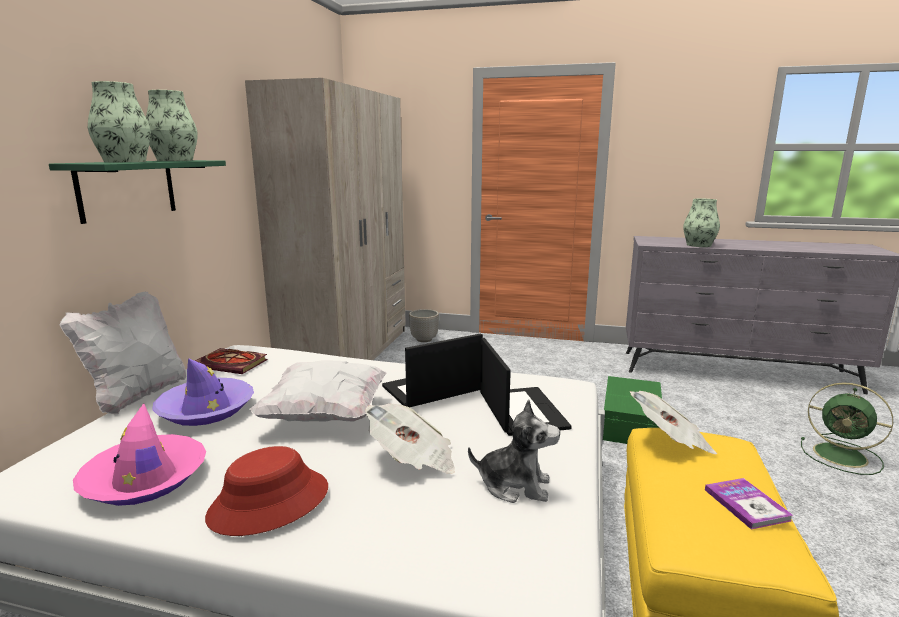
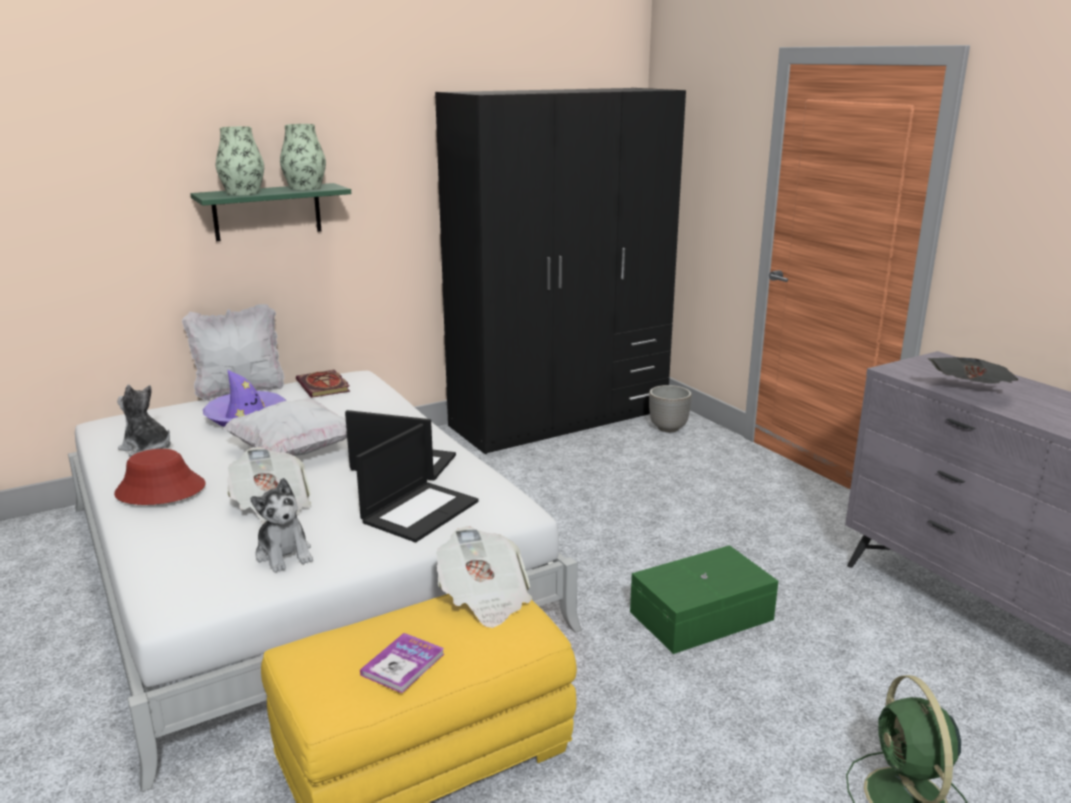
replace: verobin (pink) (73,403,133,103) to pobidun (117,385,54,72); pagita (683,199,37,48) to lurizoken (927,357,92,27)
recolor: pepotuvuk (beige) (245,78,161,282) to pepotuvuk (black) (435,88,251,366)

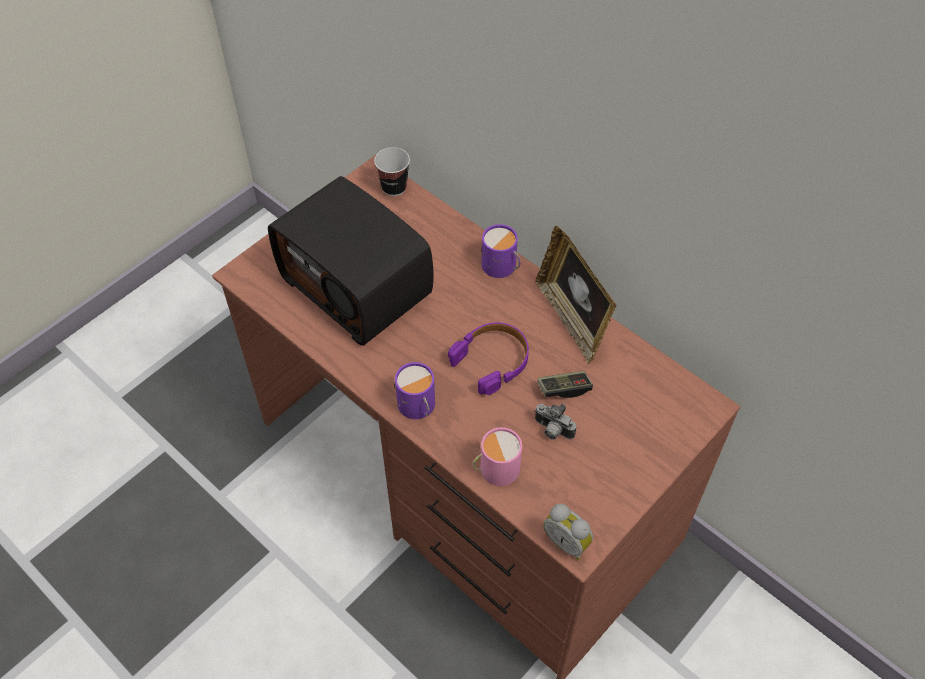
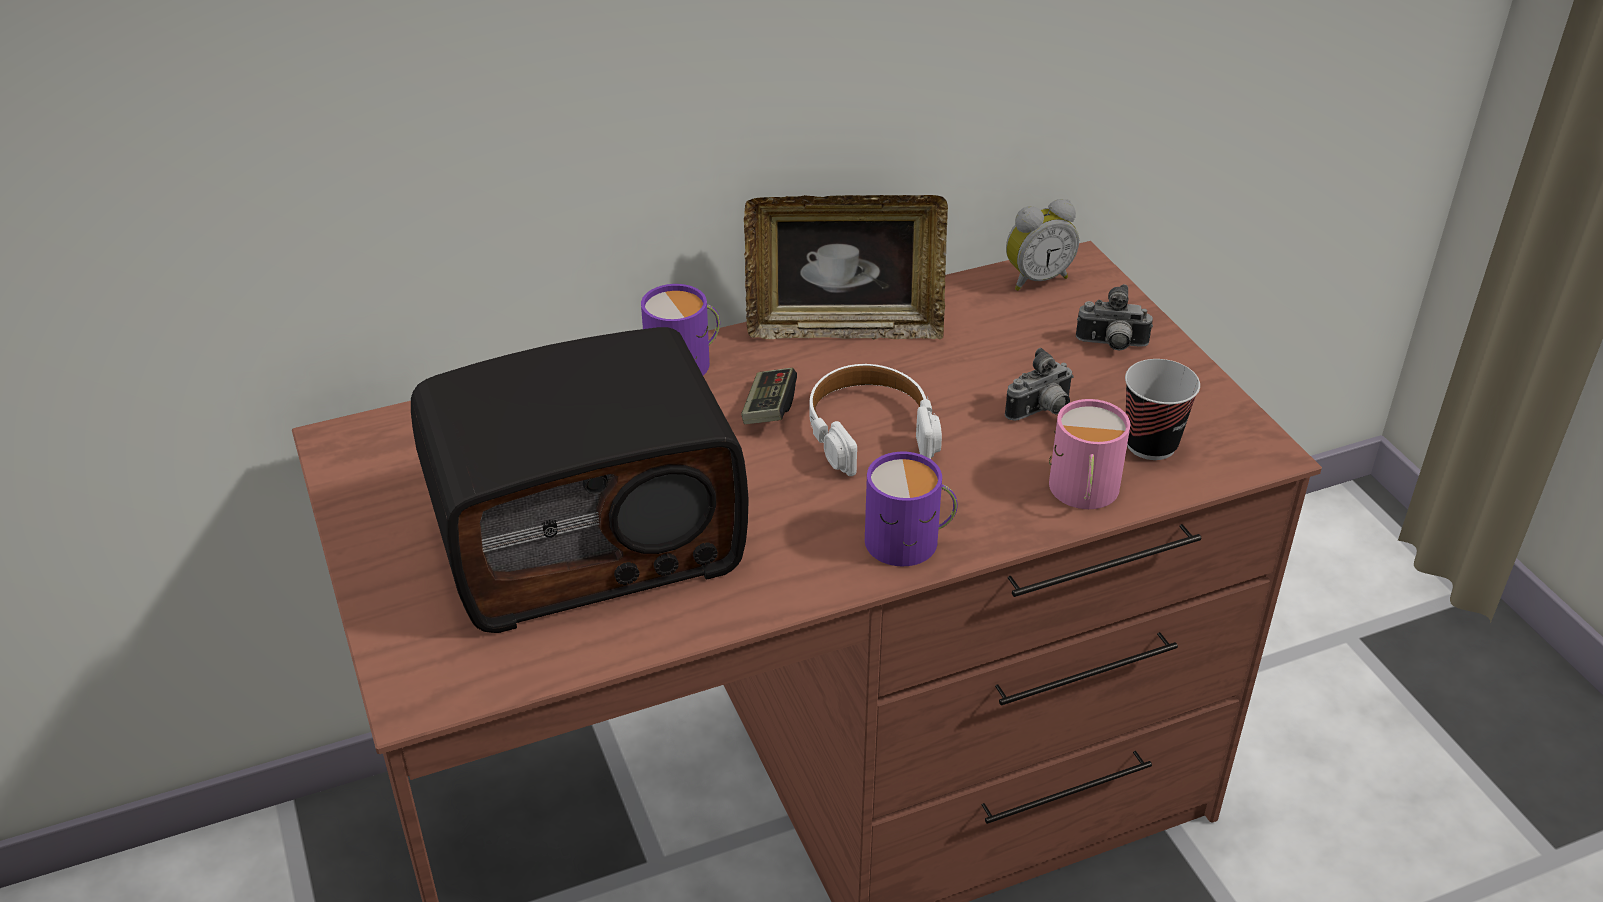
insert: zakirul (1076,284,77,66)
move: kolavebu (374,147,36,49) to (1125,359,75,101); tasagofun (537,371,56,27) to (741,368,56,56); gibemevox (543,504,50,56) to (1006,199,73,92)
recolor: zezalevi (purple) (448,322,81,73) to zezalevi (white) (810,364,132,112)

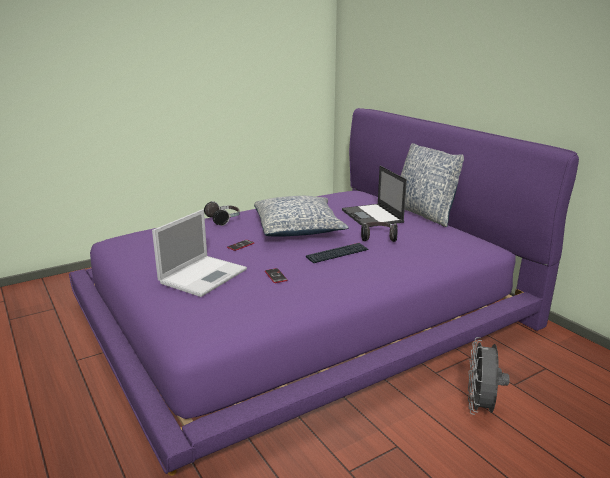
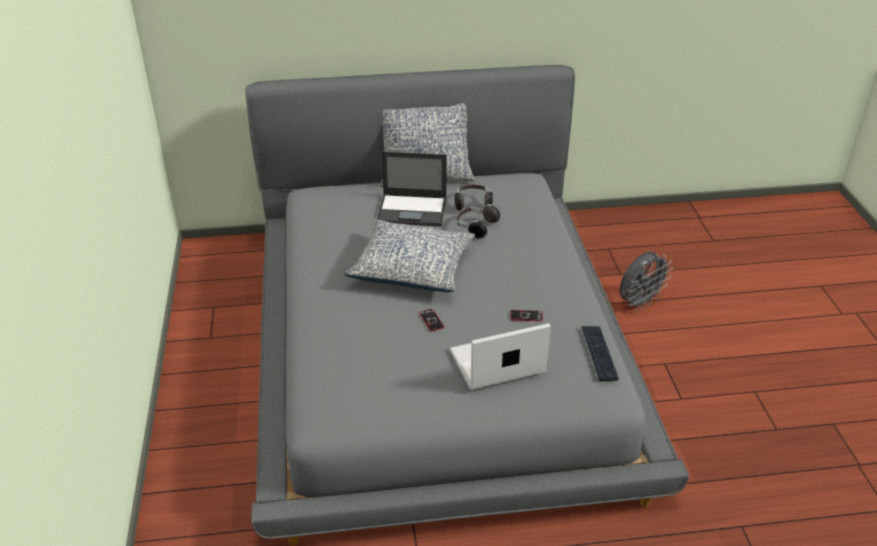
move: zezalevi (204,201,36,25) to (455,184,38,27); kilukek (306,243,62,20) to (581,326,38,55)
recolor: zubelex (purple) (69,108,510,368) to zubelex (grey) (245,65,444,481)
rotate: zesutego (152,209,95,88) = (450,323,101,67) 75 degrees counterclockwise; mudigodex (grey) (468,337,41,78) = (620,251,53,60) 75 degrees counterclockwise

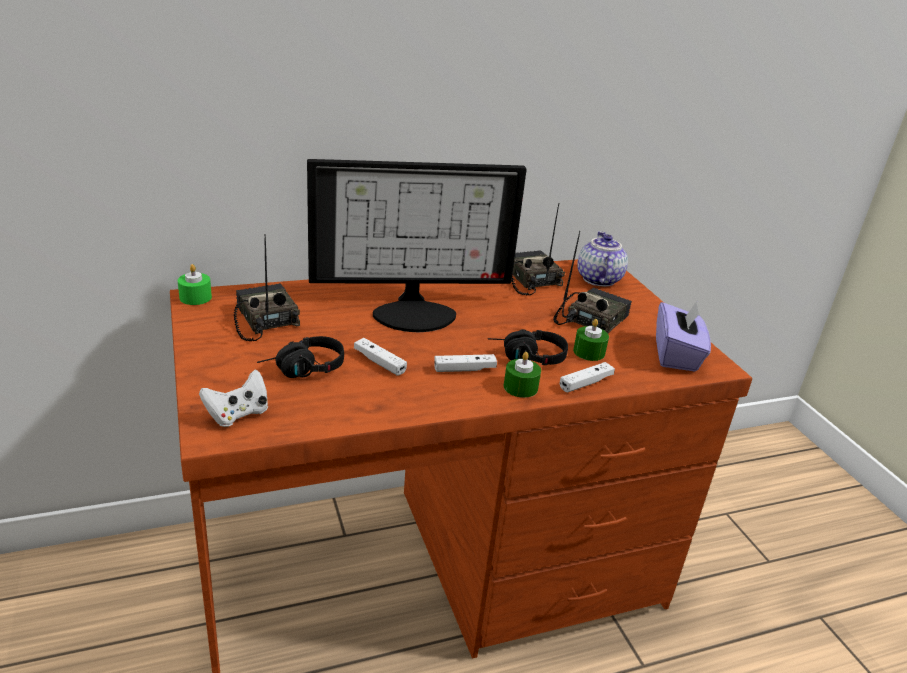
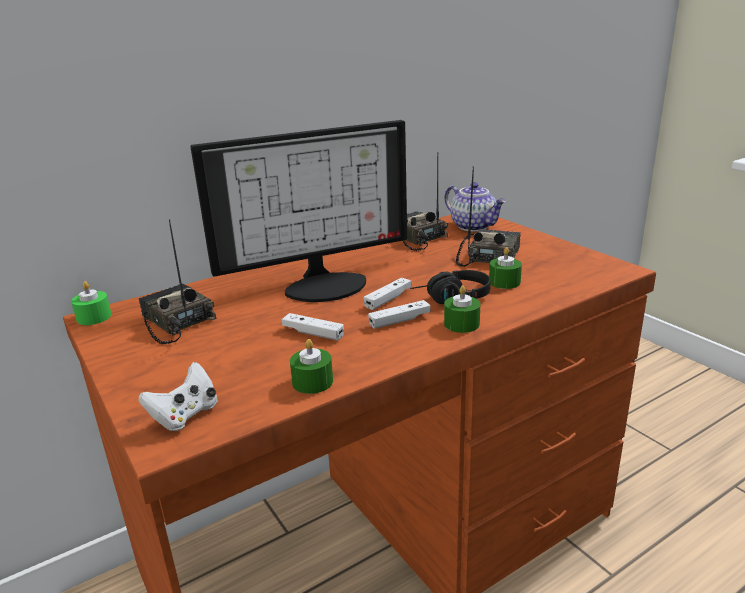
delete: zezalevi (black) (257,336,87,42); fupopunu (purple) (656,301,55,71)
insert: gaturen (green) (290,339,43,55)
move: tasagofun (white) (560,362,55,30) to (364,277,48,33)
rotate: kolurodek (577,231,51,56) = (445,182,61,50) 150 degrees clockwise

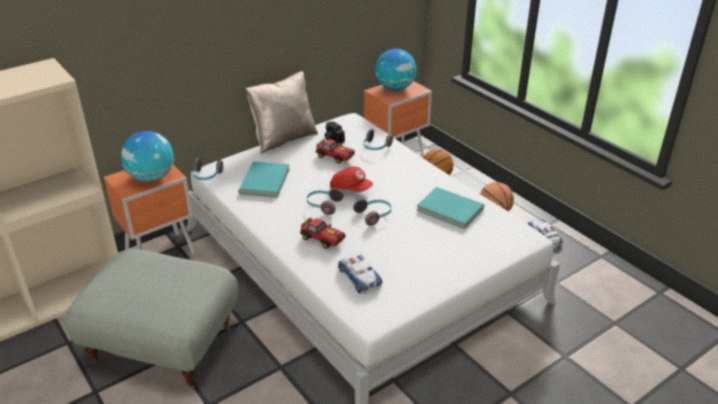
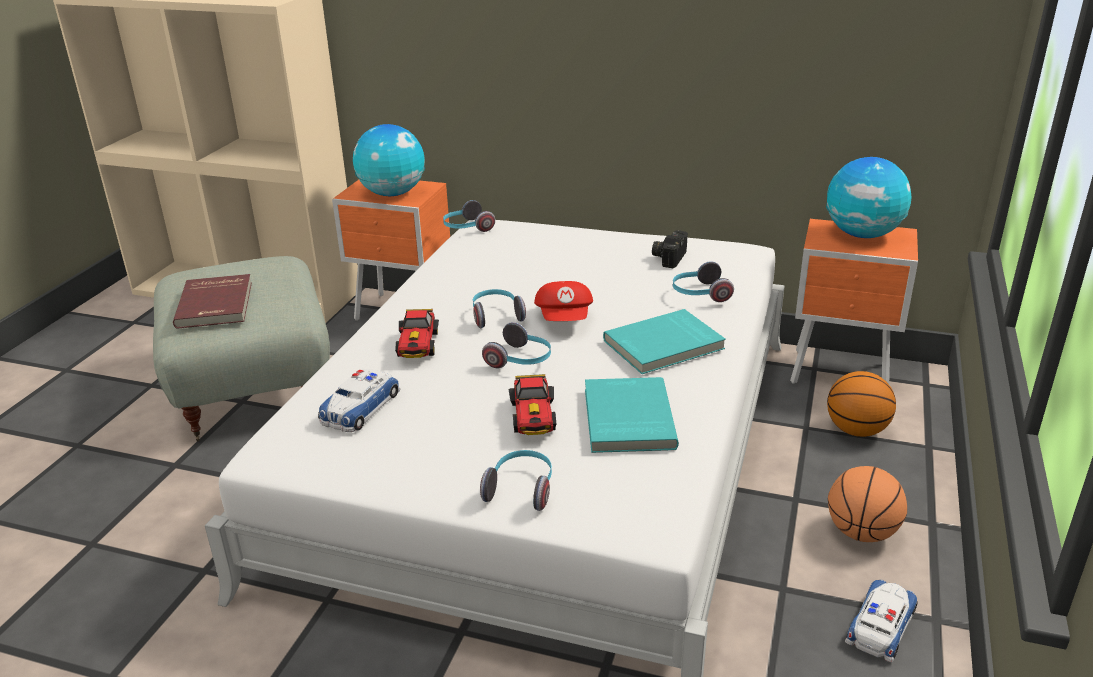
delete: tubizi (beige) (246,71,72,83)
insert: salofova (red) (173,274,79,55); zezalevi (480,450,72,61)
move: salofova (turquoise) (239,161,51,37) to (603,309,123,65); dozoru (316,139,39,25) to (508,374,48,61)

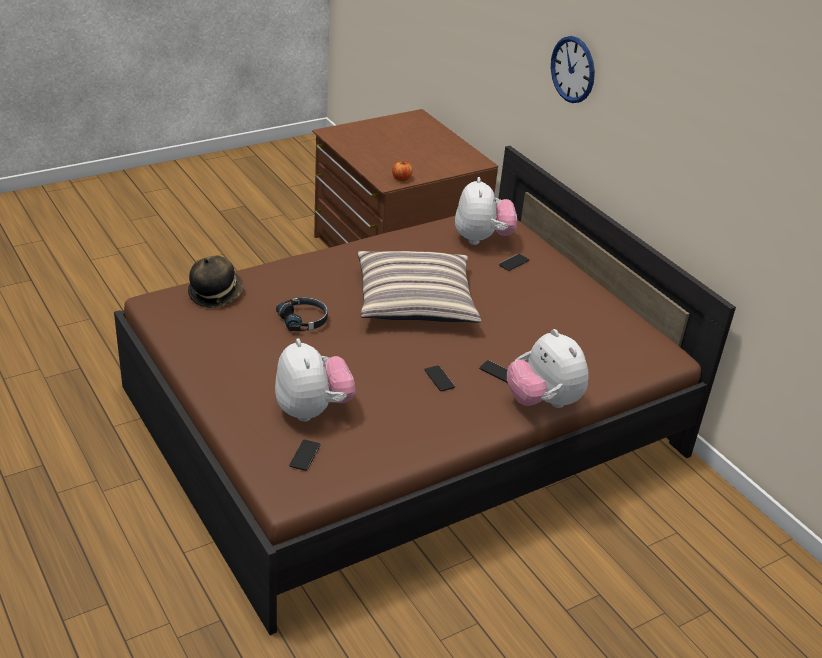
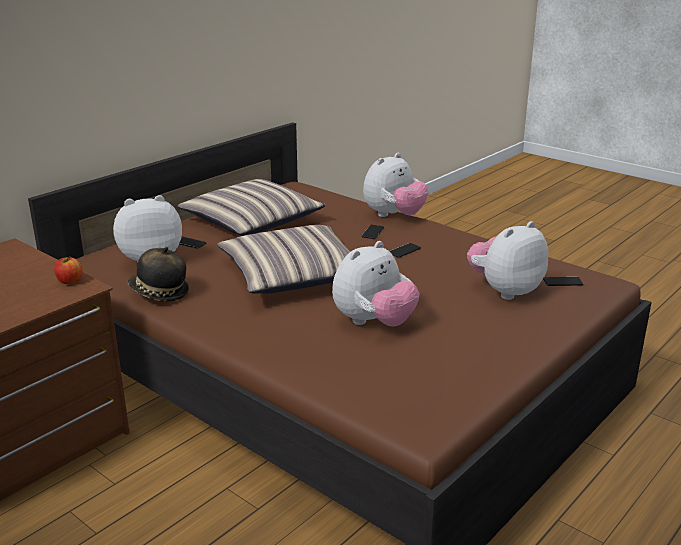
delete: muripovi (551,36,44,67)
insert: tubizi (177,179,149,57)
move: verobin (188,256,55,52) to (128,247,61,55)
replace: zezalevi (black) (276,297,52,34) to pobidun (332,241,88,86)

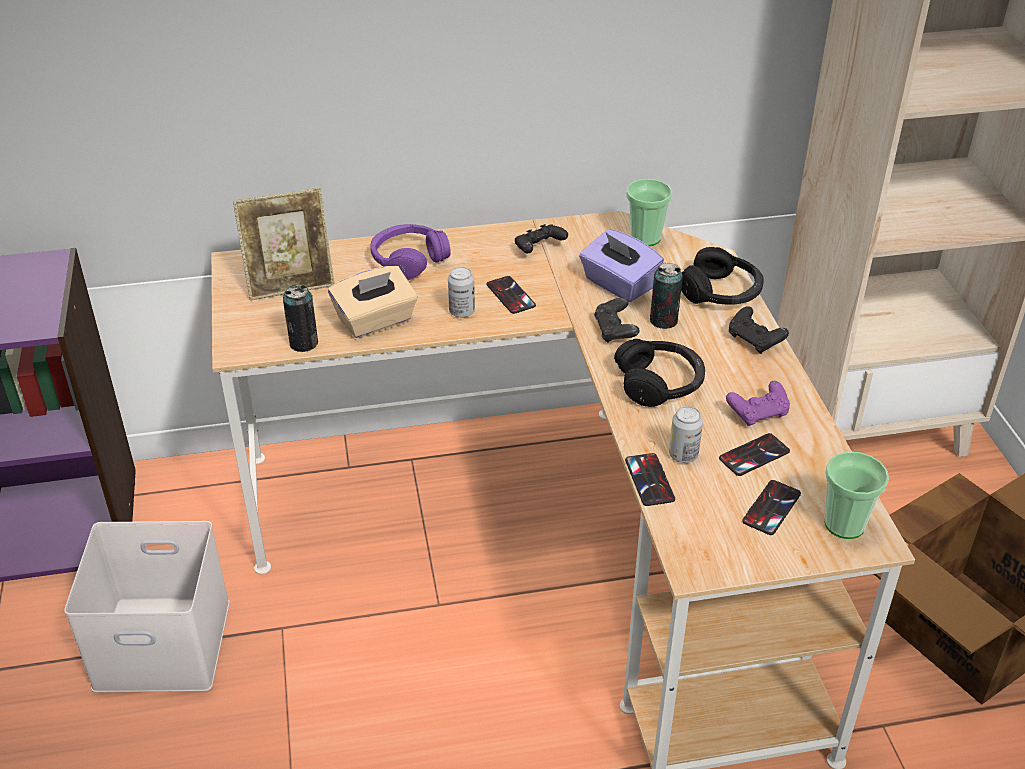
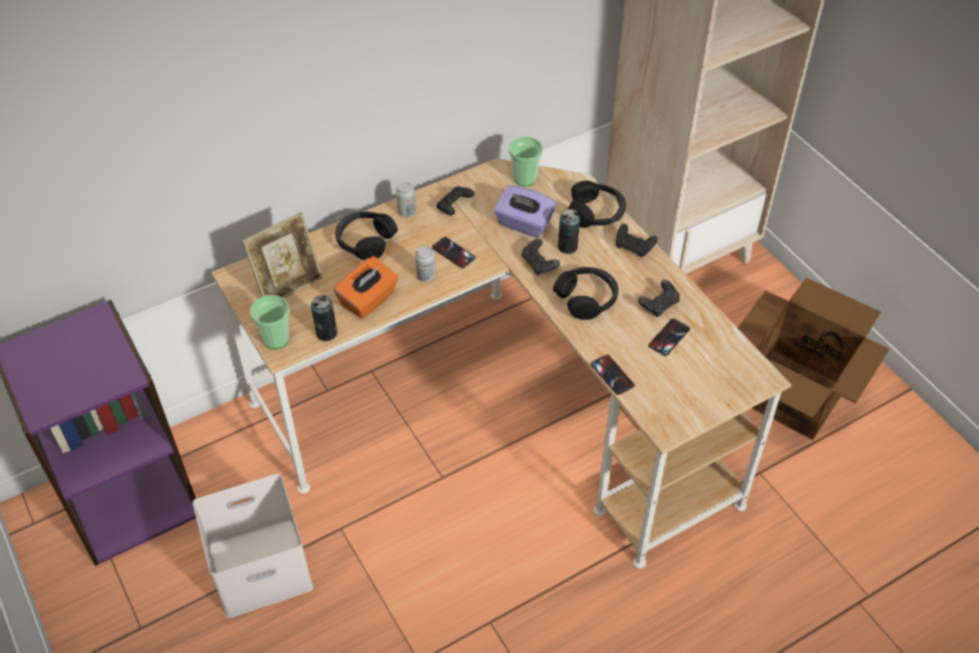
delete: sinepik (742,480,59,55)
move: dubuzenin (669,406,34,57) to (396,182,20,35); kolavebu (824,452,65,87) to (250,295,40,54)
recolor: fupopunu (beige) (328,266,90,72) to fupopunu (orange) (334,256,65,63); zezalevi (purple) (370,224,81,56) to zezalevi (black) (335,212,63,48); tasagofun (purple) (726,381,64,45) to tasagofun (black) (638,280,42,37)

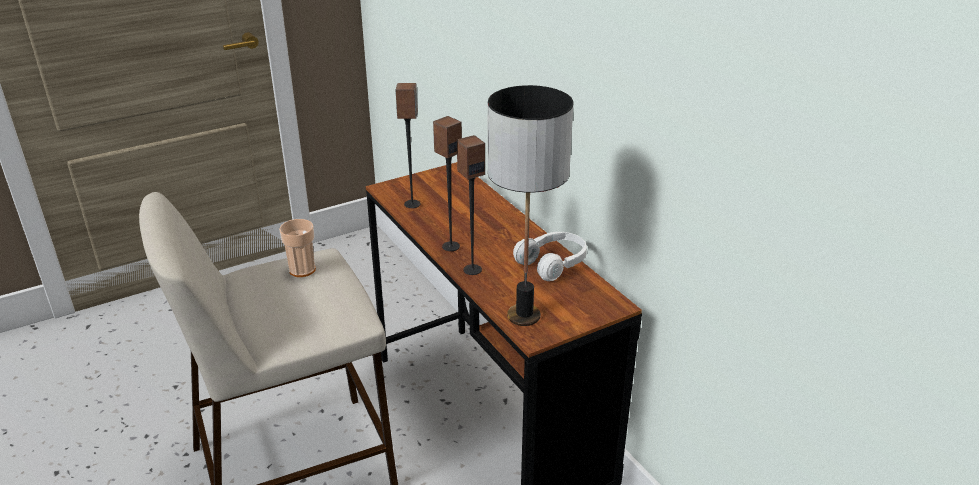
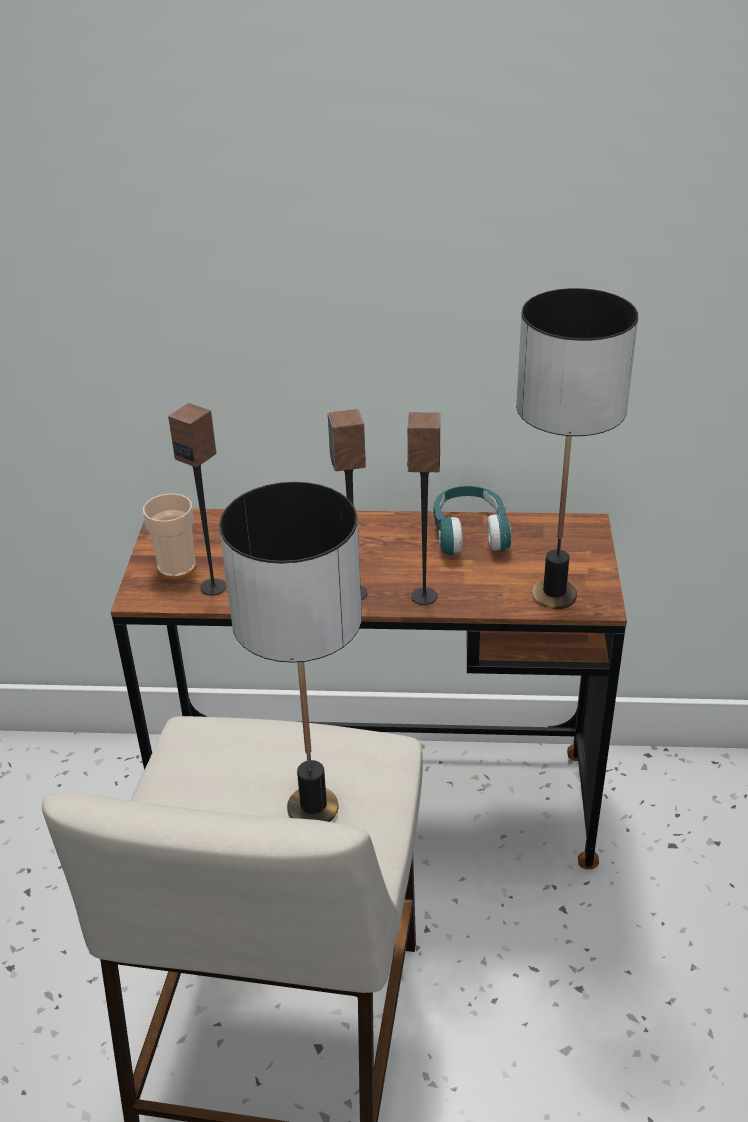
insert: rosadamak (219,482,143,340)
move: kolavebu (279,219,37,58) to (143,493,53,86)
recolor: zezalevi (white) (513,232,74,49) to zezalevi (turquoise) (434,486,77,69)

